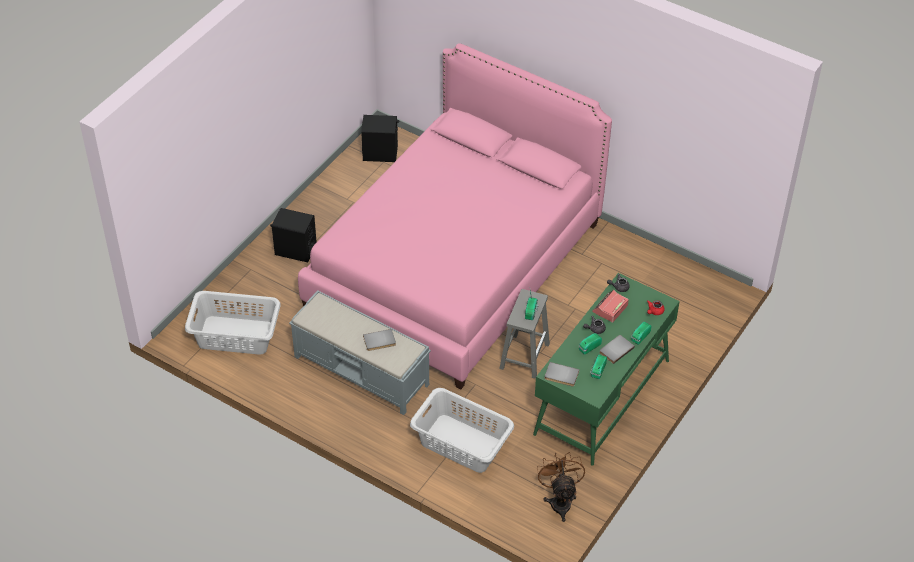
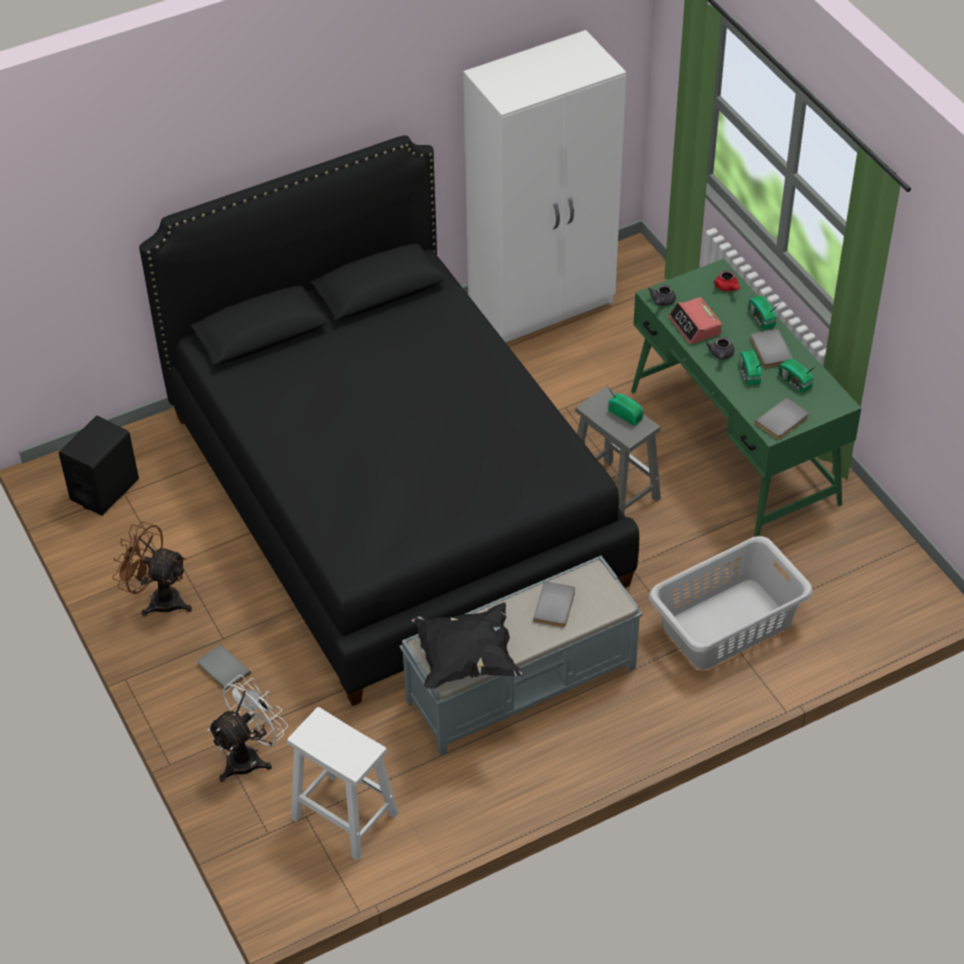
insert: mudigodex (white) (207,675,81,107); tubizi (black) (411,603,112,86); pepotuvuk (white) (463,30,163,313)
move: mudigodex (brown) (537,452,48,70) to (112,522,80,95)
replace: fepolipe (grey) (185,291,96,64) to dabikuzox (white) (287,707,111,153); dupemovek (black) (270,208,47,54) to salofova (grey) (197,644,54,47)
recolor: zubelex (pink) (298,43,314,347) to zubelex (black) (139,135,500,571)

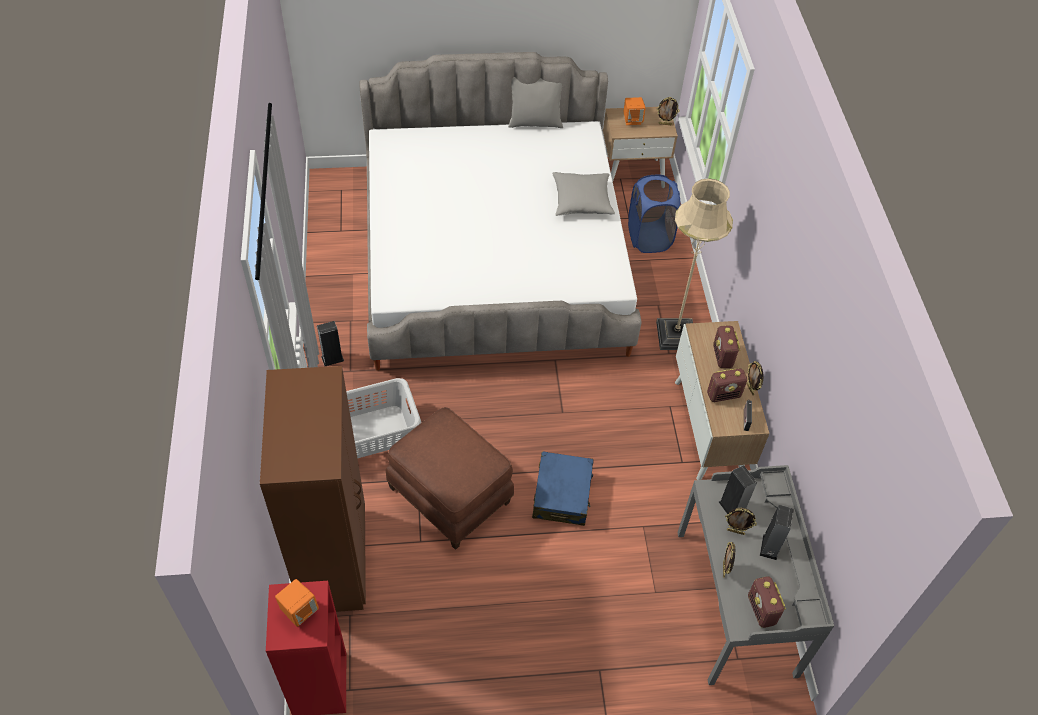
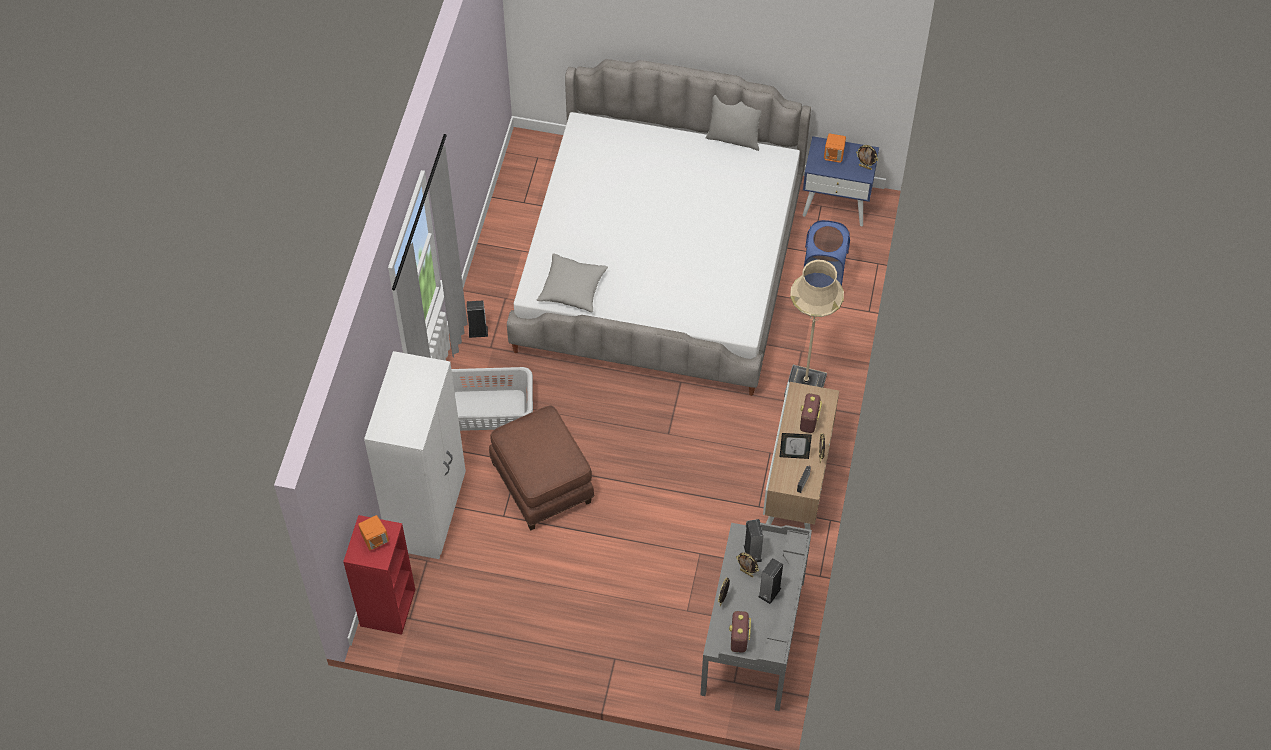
delete: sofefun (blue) (532,451,62,75)
move: tubizi (grey) (552,172,63,44) to (537,253,71,60)
replace: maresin (707,368,40,34) to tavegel (780,433,32,26)
recolor: pepotuvuk (brown) (260,366,106,246) to pepotuvuk (white) (364,351,102,208); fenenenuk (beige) (603,107,75,74) to fenenenuk (blue) (803,136,76,90)

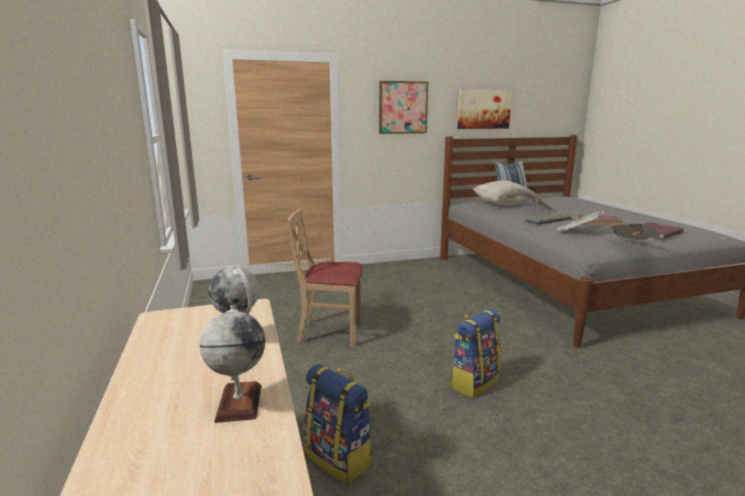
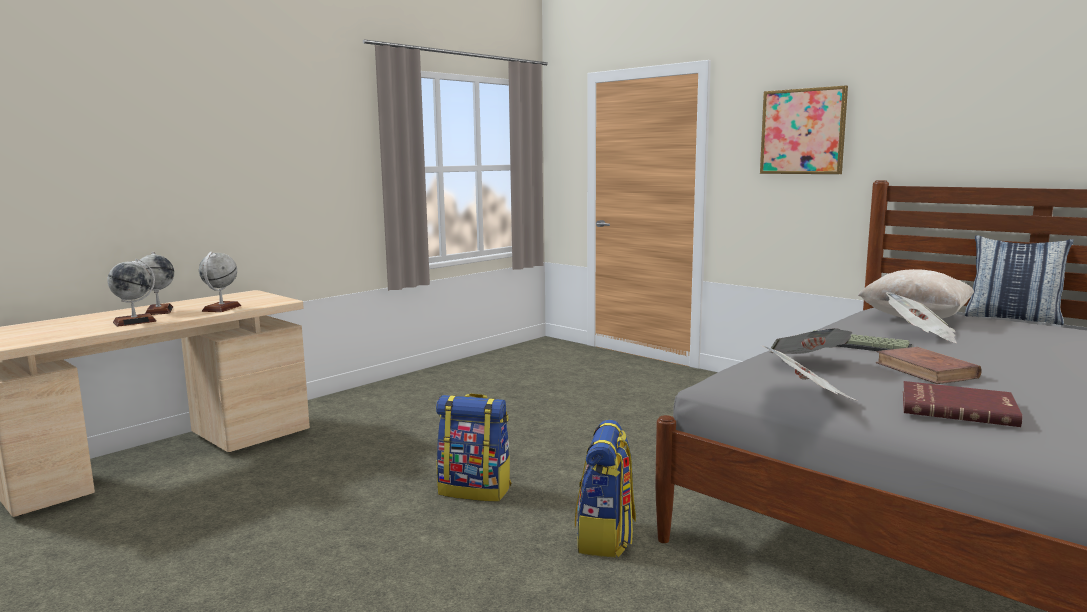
delete: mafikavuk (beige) (287,209,76,138); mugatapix (457,89,55,40)
insert: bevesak (138,252,36,63)
move: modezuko (304,364,68,120) to (575,420,61,137)

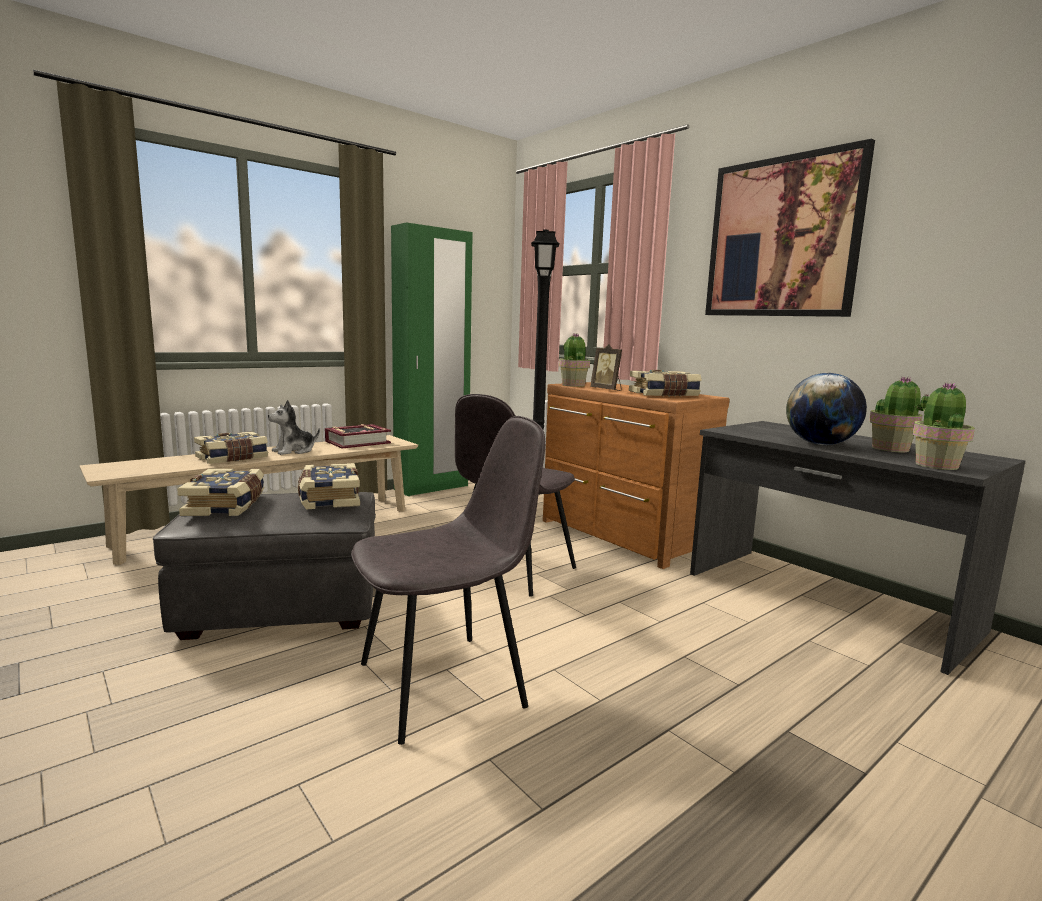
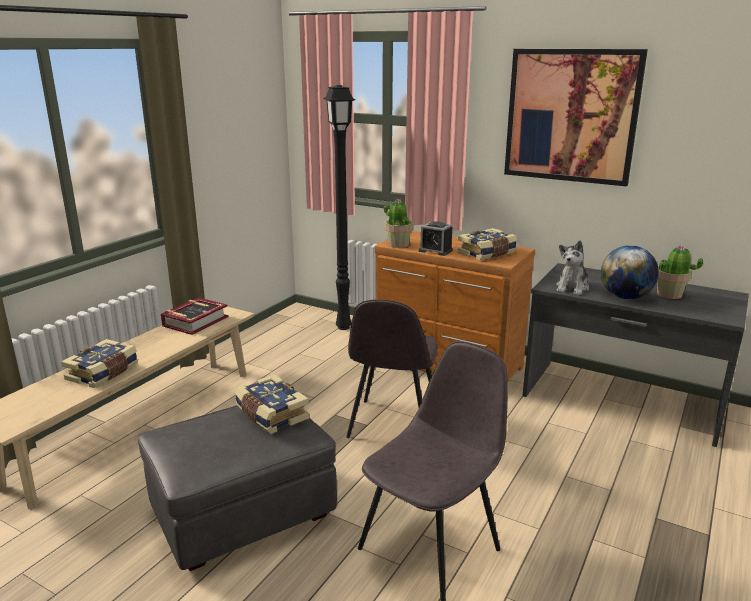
delete: salofova (177,469,88,47); pepotuvuk (green) (391,222,82,274); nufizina (912,382,63,88)
move: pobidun (268,400,52,55) to (556,240,33,55)
replace: tavegel (590,344,32,47) to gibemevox (419,221,34,35)

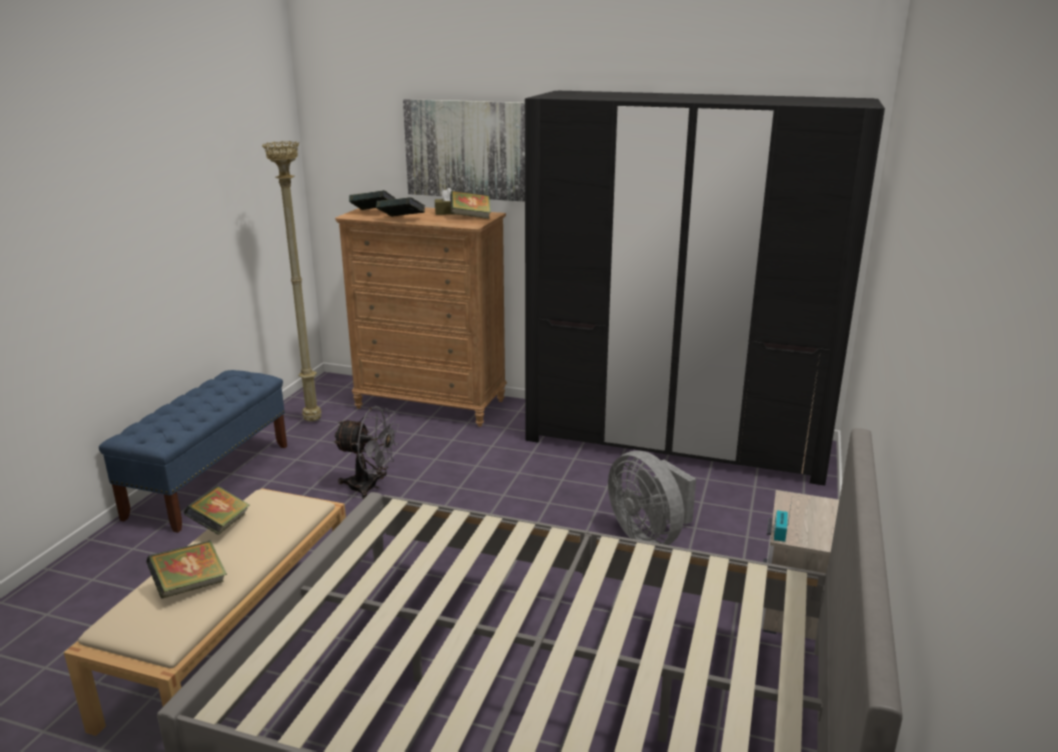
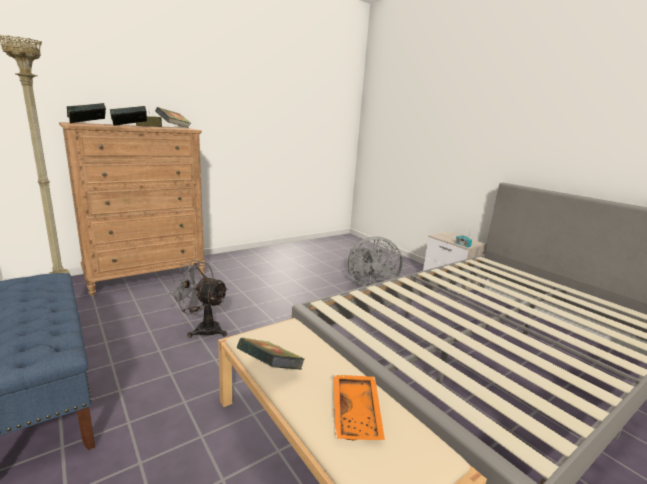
delete: mugatapix (403,99,122,103); pepotuvuk (black) (525,91,360,395)
replace: salofova (146,540,81,59) to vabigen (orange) (334,375,51,65)
rotate: mudigodex (grey) (333,406,66,93) = (168,260,61,78) 120 degrees counterclockwise

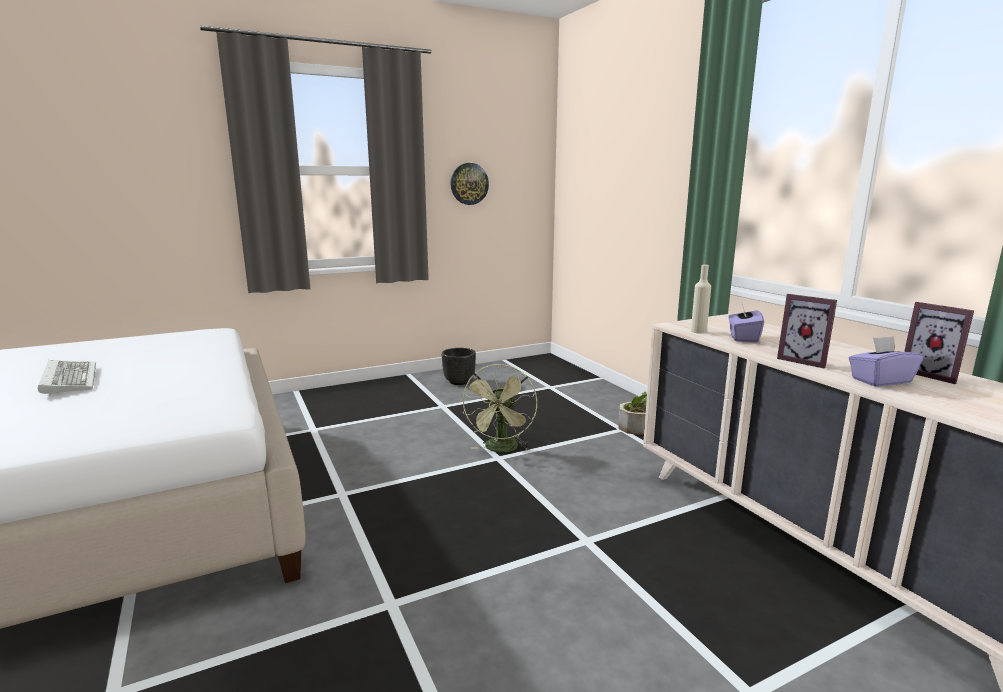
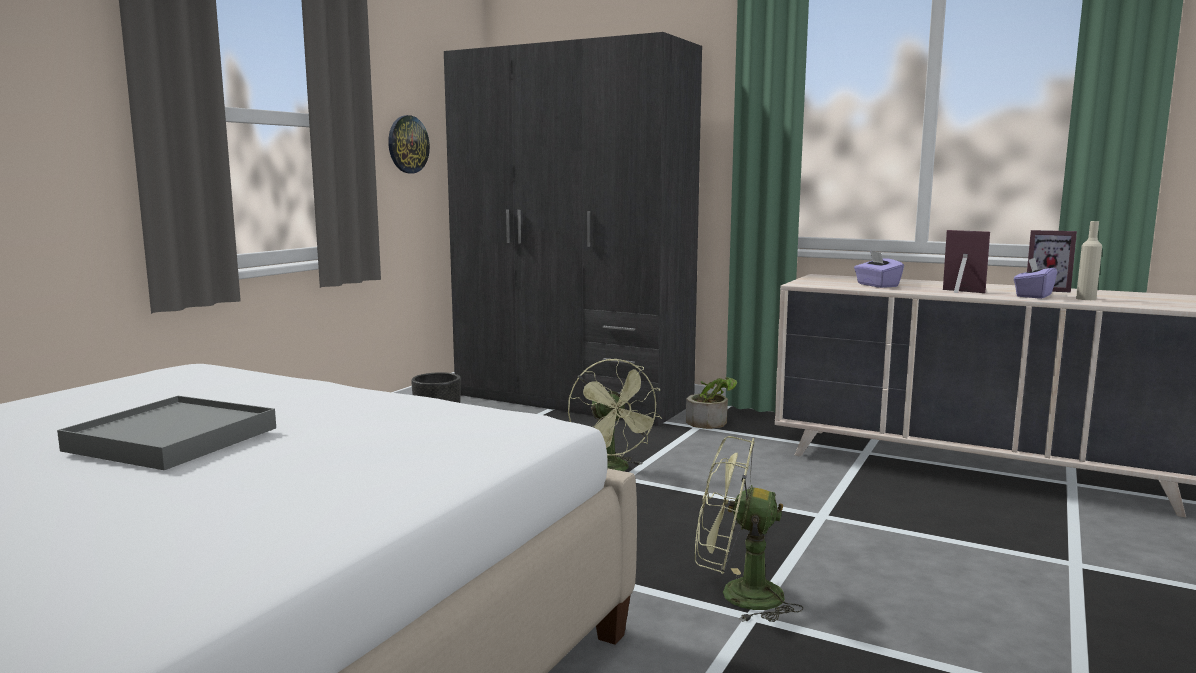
insert: pepotuvuk (grey) (444,32,258,394); mudigodex (green) (695,436,108,186)
move: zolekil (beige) (691,265,20,69) to (1076,221,26,79)
replace: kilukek (38,360,58,36) to vabigen (grey) (57,396,219,74)
rotate: tavegel (777,294,60,74) = (943,230,47,63) 150 degrees counterclockwise

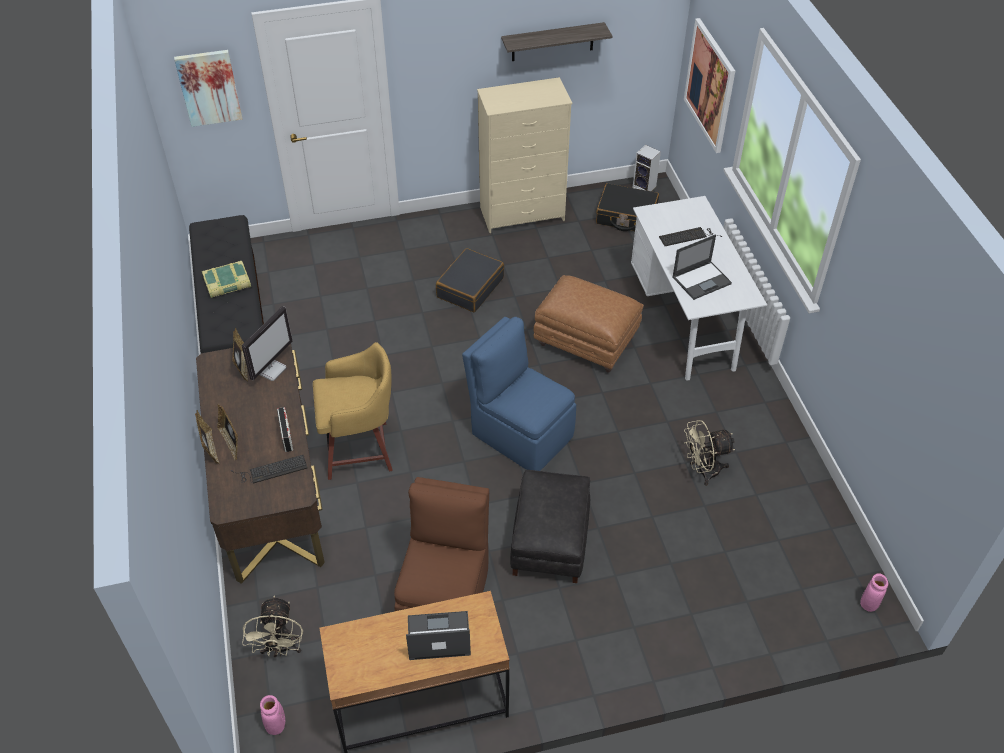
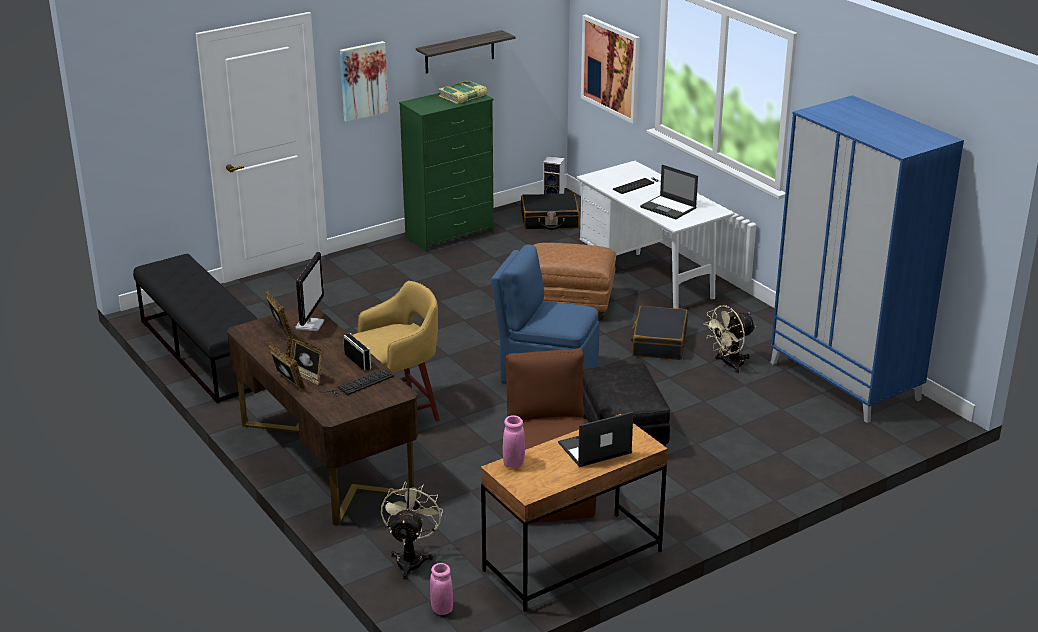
insert: pepotuvuk (blue) (770,95,194,328)
move: mugatapix (174,50,68,77) to (340,41,48,81); salofova (202,261,49,37) to (439,80,48,24); sofefun (black) (436,248,68,64) to (631,306,57,54); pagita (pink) (860,573,28,39) to (503,415,22,53)
recolor: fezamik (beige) (477,77,95,156) to fezamik (green) (399,93,95,159)
rotate: mudigodex (beige) (242,595,61,62) = (381,482,62,97) 150 degrees counterclockwise; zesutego (672,235,60,65) = (640,165,58,54) 90 degrees clockwise

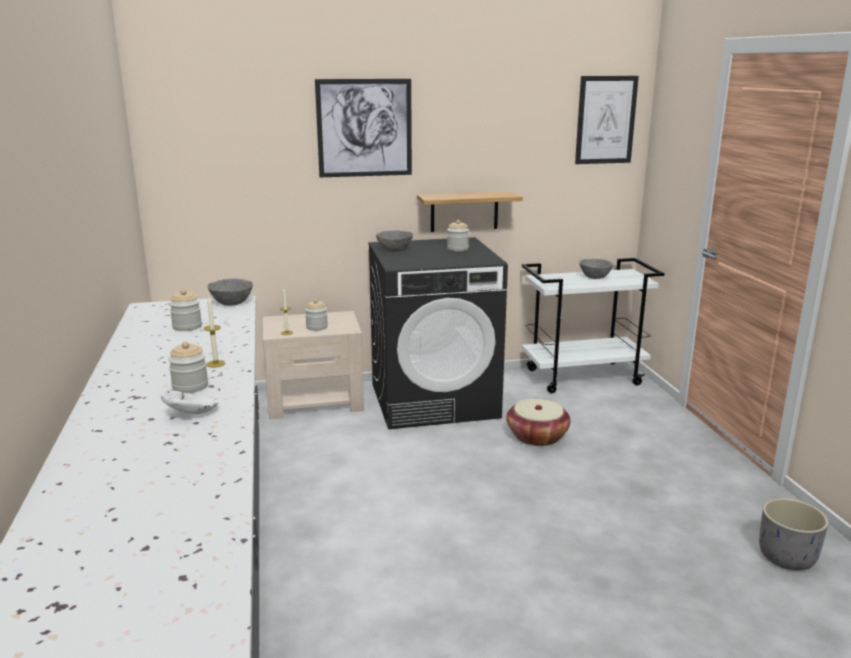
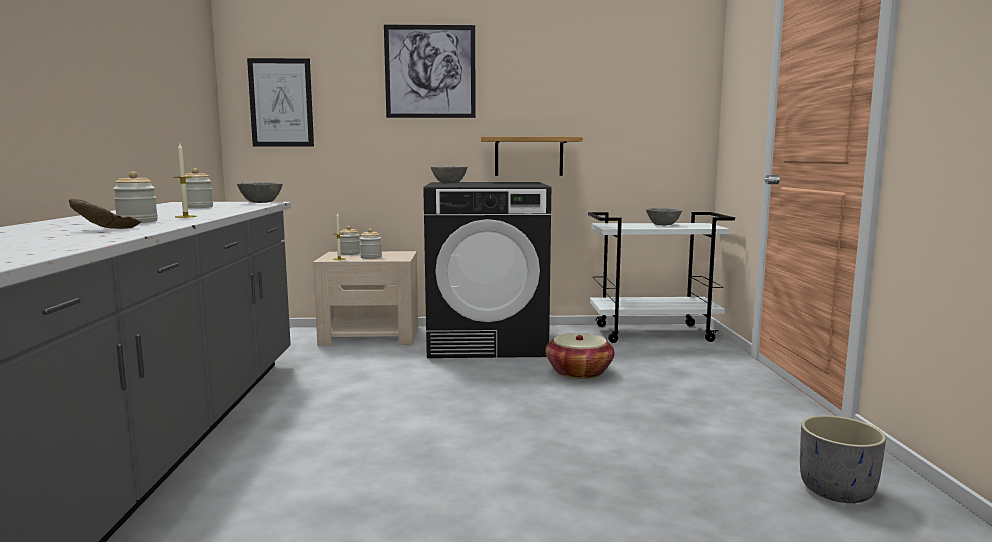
move: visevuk (447,220,22,31) to (340,226,20,29); mugatapix (575,76,64,88) to (247,58,67,89)
recolor: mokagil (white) (160,390,58,24) to mokagil (brown) (69,198,72,31)

